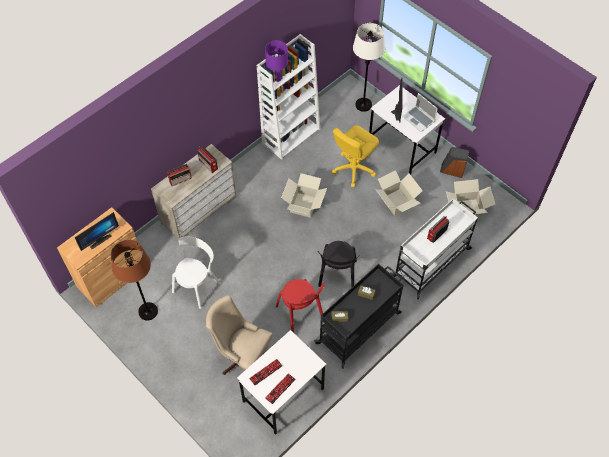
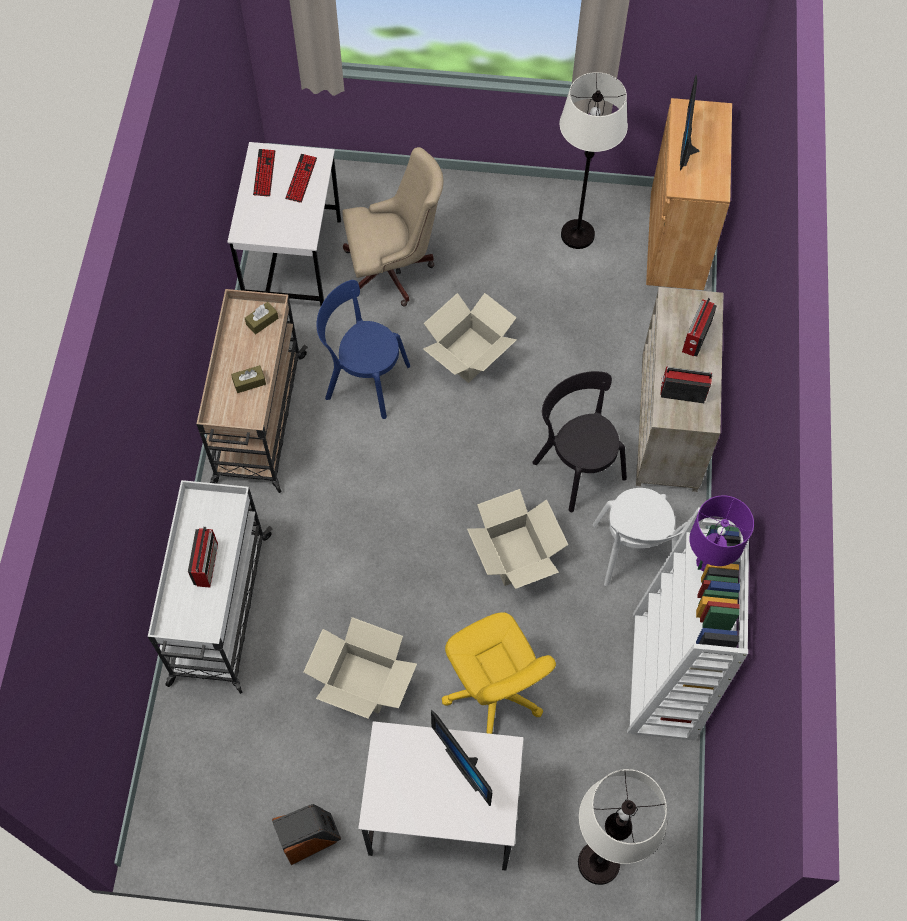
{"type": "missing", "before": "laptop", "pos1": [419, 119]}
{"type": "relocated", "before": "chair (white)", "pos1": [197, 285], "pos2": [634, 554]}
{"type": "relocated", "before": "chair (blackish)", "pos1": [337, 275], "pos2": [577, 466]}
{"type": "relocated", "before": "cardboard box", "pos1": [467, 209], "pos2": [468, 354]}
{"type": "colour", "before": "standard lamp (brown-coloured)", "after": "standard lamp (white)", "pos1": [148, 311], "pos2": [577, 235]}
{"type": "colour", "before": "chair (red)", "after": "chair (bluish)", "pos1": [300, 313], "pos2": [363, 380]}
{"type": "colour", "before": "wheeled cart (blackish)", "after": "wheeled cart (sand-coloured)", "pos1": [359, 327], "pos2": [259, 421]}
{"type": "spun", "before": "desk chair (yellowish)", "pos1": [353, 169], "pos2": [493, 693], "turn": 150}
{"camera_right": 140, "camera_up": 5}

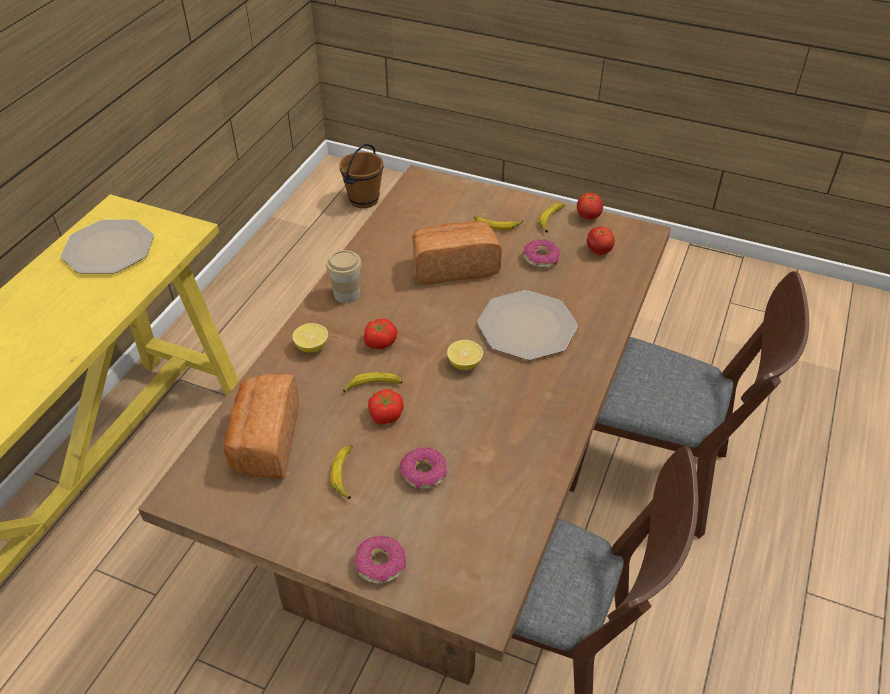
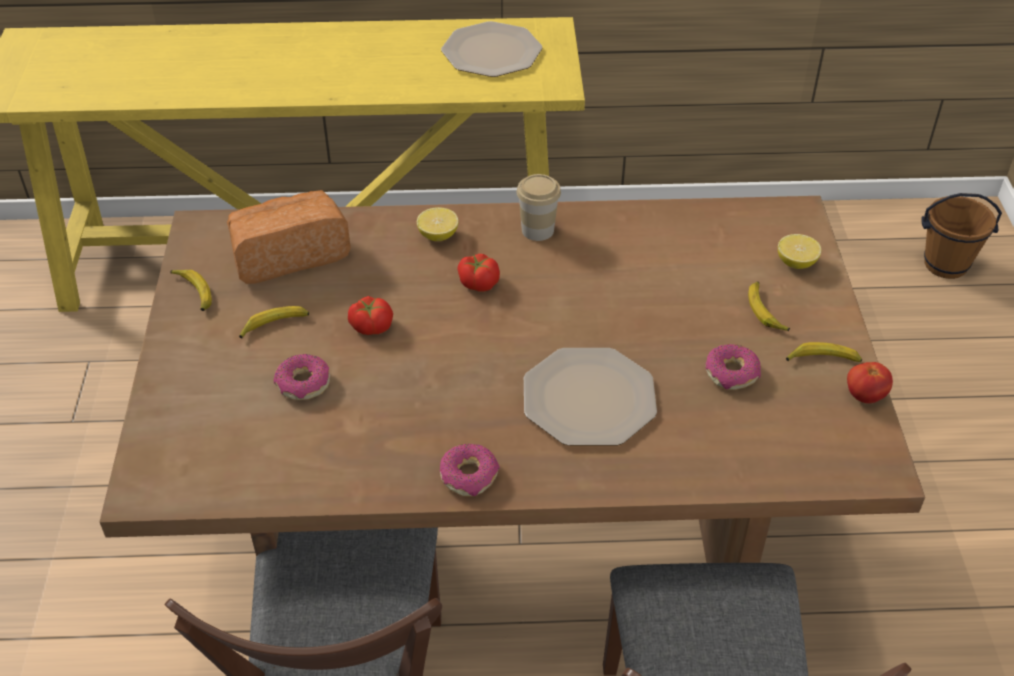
{"type": "missing", "before": "baked bread", "pos1": [453, 267]}
{"type": "missing", "before": "fresh tomato", "pos1": [599, 251]}
{"type": "relocated", "before": "whole banana", "pos1": [373, 386], "pos2": [194, 293]}
{"type": "relocated", "before": "ring doughnut", "pos1": [380, 564], "pos2": [469, 476]}
{"type": "relocated", "before": "citrus fruit", "pos1": [464, 364], "pos2": [796, 263]}
{"camera_right": 65, "camera_up": 0}

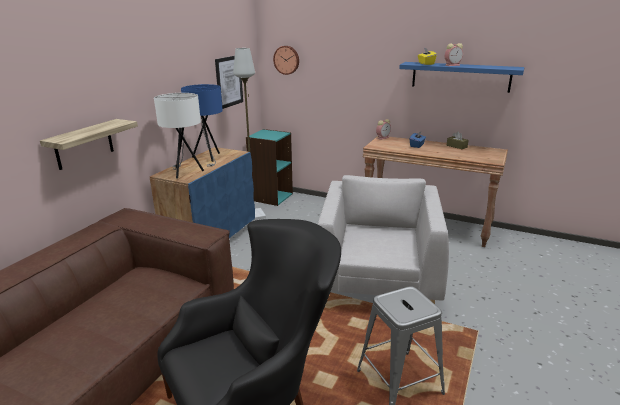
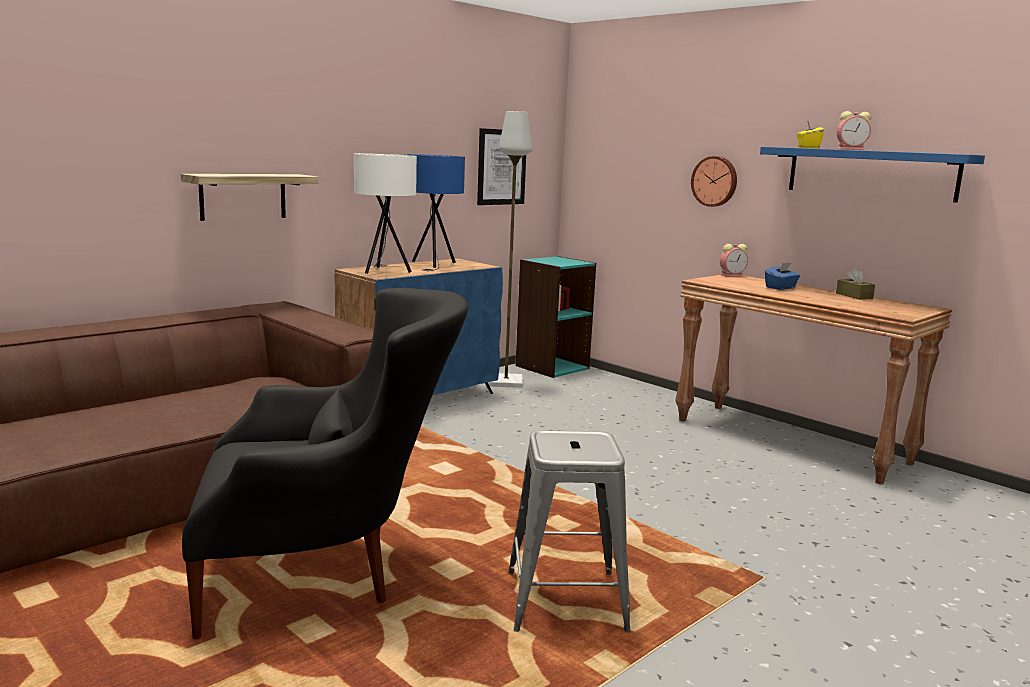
{"type": "missing", "before": "armchair (greyish)", "pos1": [377, 282]}
{"type": "relocated", "before": "clock on the wall", "pos1": [287, 60], "pos2": [715, 181]}
{"camera_right": 20, "camera_up": -10}

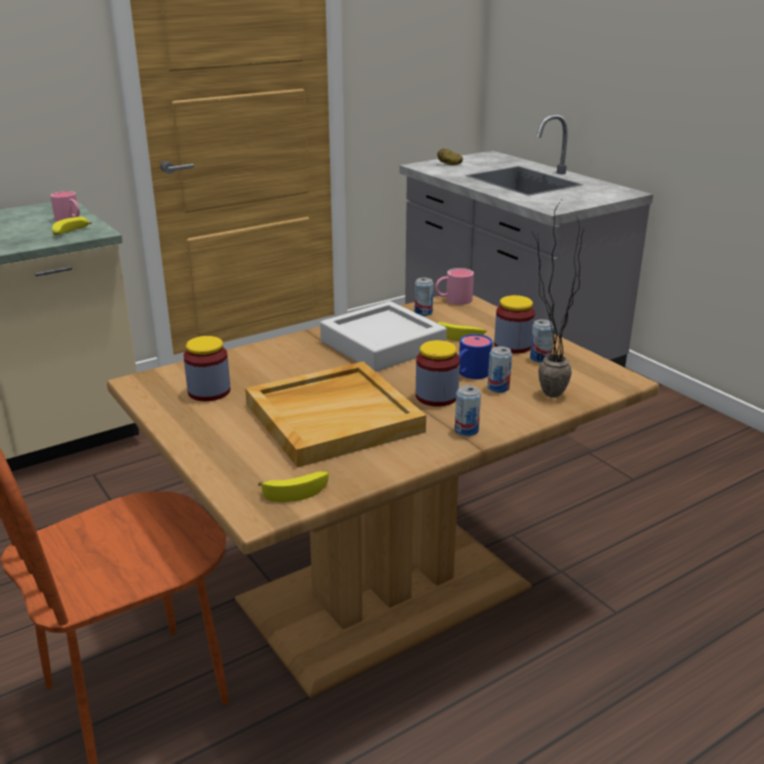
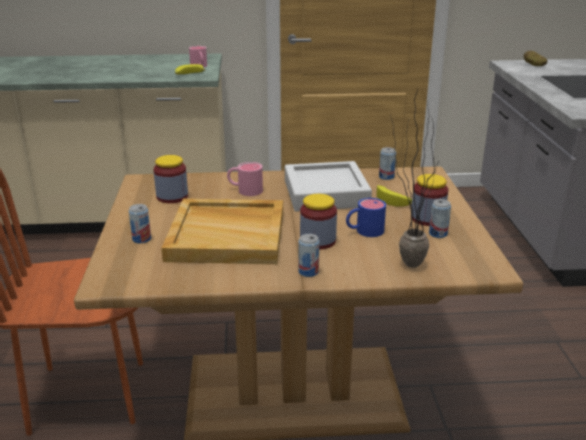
{"type": "missing", "before": "whole banana", "pos1": [297, 490]}
{"type": "relocated", "before": "coffee mug (pinkish)", "pos1": [453, 300], "pos2": [245, 190]}
{"type": "relocated", "before": "metal can", "pos1": [498, 388], "pos2": [141, 239]}
{"camera_right": 30, "camera_up": 0}

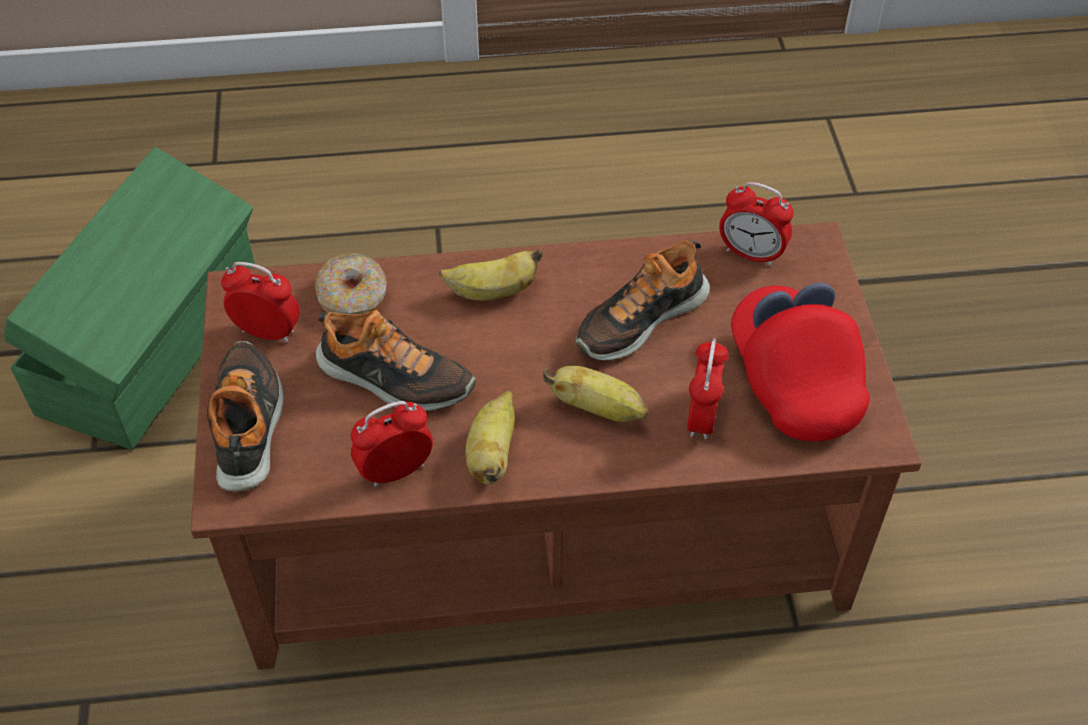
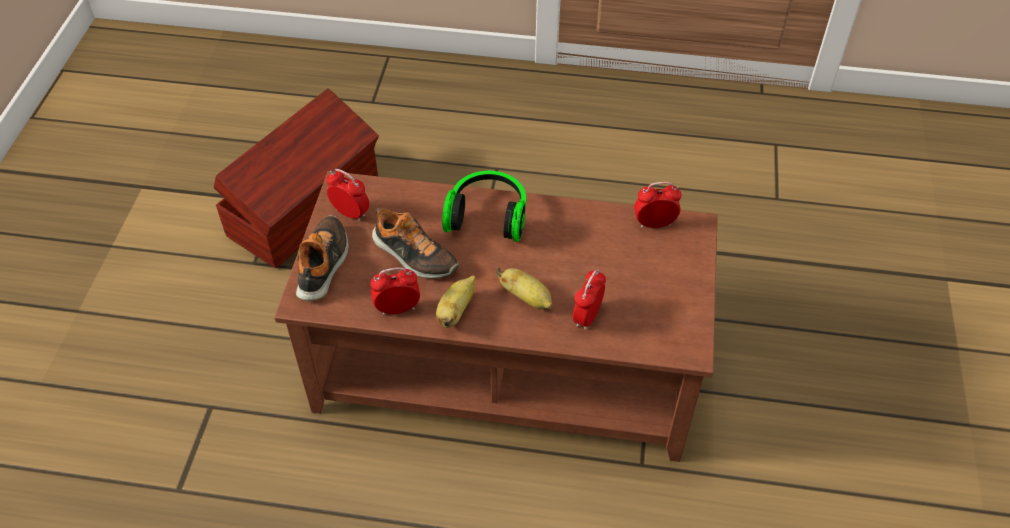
{"type": "missing", "before": "ring doughnut", "pos1": [353, 296]}
{"type": "missing", "before": "shoe", "pos1": [640, 319]}
{"type": "missing", "before": "peaked cap (red)", "pos1": [793, 381]}
{"type": "exchanged", "before": "whole banana", "after": "headset", "pos1": [492, 292], "pos2": [488, 215]}
{"type": "colour", "before": "storage bin (greenish)", "after": "storage bin (brown-coloured)", "pos1": [156, 343], "pos2": [307, 207]}
{"type": "spun", "before": "alarm clock", "pos1": [751, 254], "pos2": [654, 223], "turn": 135}
{"camera_right": 15, "camera_up": 0}

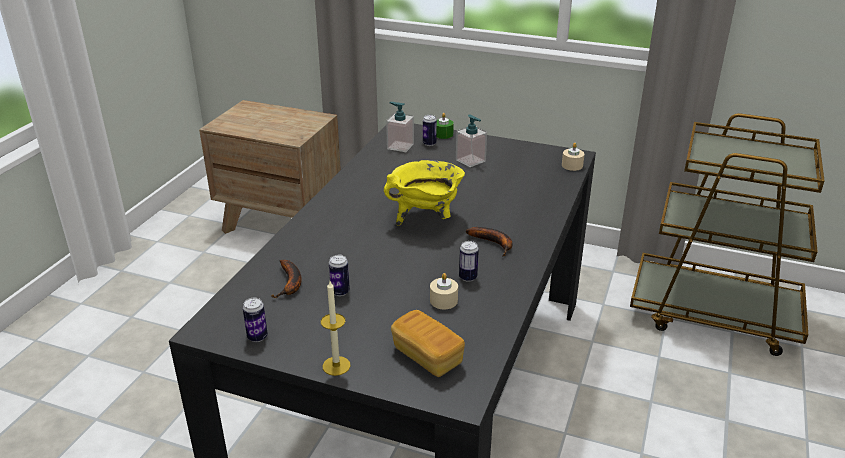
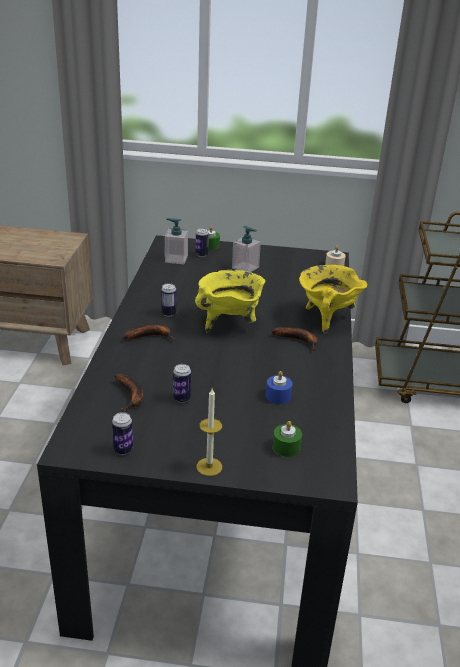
{"type": "appeared", "after": "whole banana", "pos2": [151, 336]}
{"type": "appeared", "after": "cooking pot (yellowish)", "pos2": [326, 318]}
{"type": "relocated", "before": "metal can", "pos1": [468, 277], "pos2": [168, 313]}
{"type": "exchanged", "before": "baked bread", "after": "wax light (greenish)", "pos1": [427, 356], "pos2": [286, 447]}
{"type": "colour", "before": "wax light (sand-coloured)", "after": "wax light (bluish)", "pos1": [443, 300], "pos2": [278, 396]}
{"camera_right": -15, "camera_up": 0}

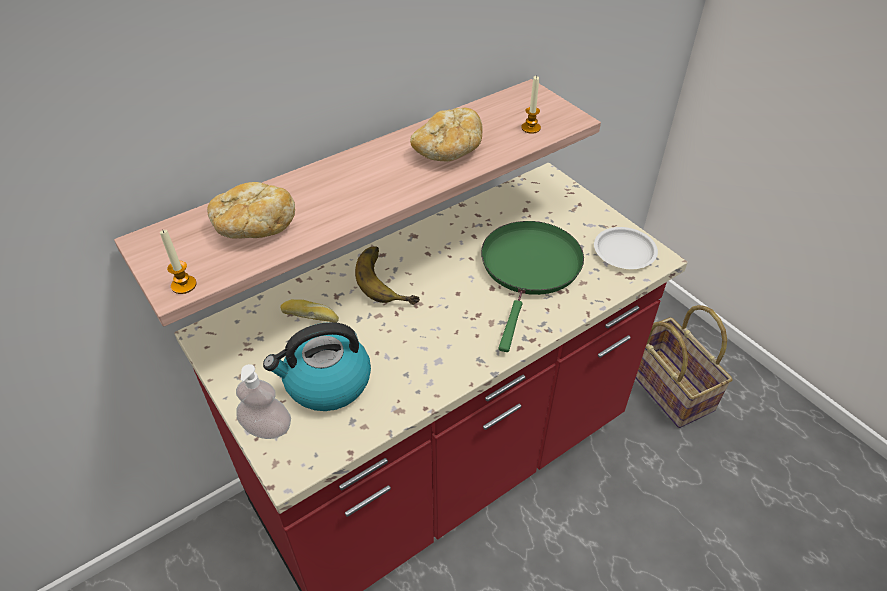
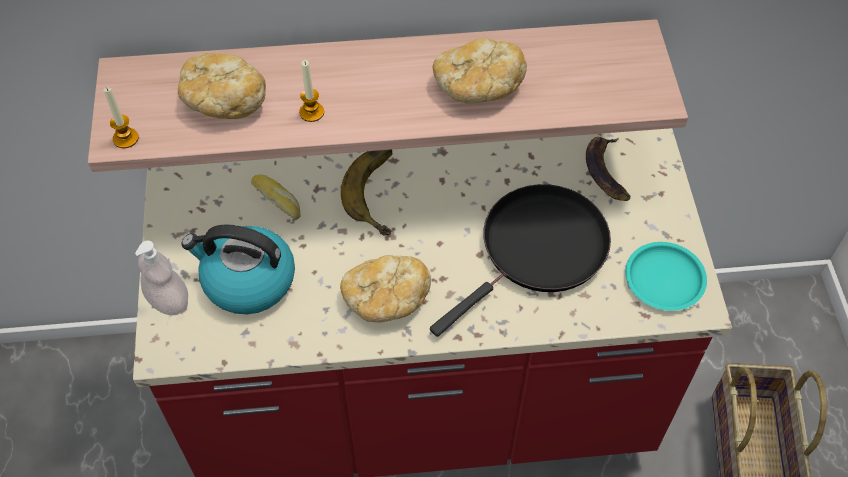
{"type": "appeared", "after": "baked bread", "pos2": [386, 299]}
{"type": "appeared", "after": "whole banana", "pos2": [605, 171]}
{"type": "relocated", "before": "wax light", "pos1": [530, 128], "pos2": [311, 112]}
{"type": "colour", "before": "frying pan (greenish)", "after": "frying pan (blackish)", "pos1": [530, 269], "pos2": [538, 250]}
{"type": "colour", "before": "plate (white)", "after": "plate (turquoise)", "pos1": [624, 252], "pos2": [663, 279]}
{"camera_right": 30, "camera_up": 10}

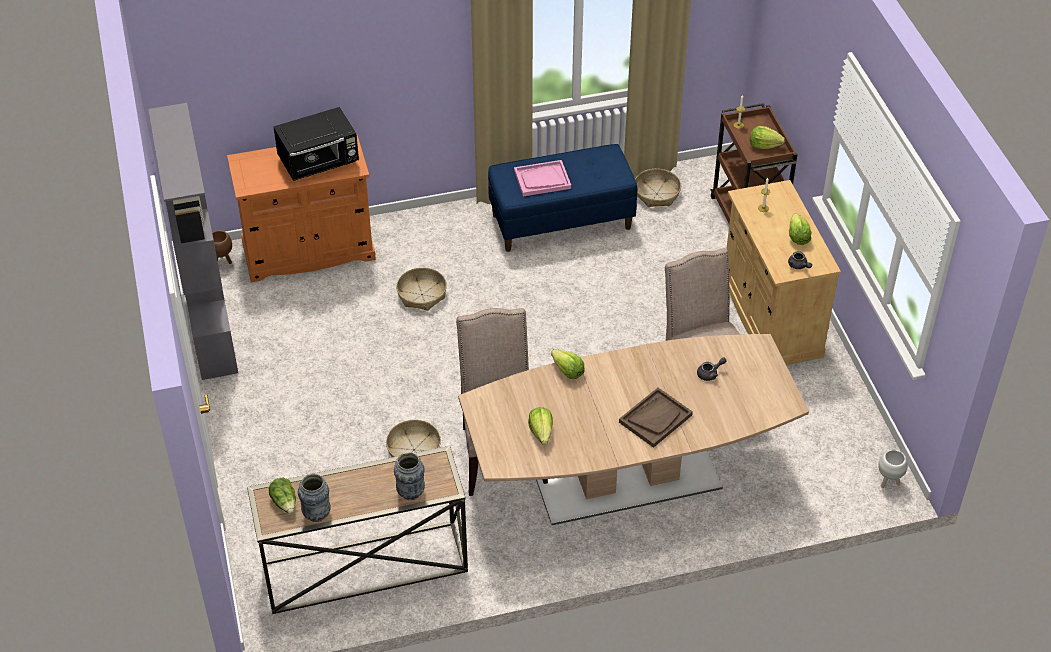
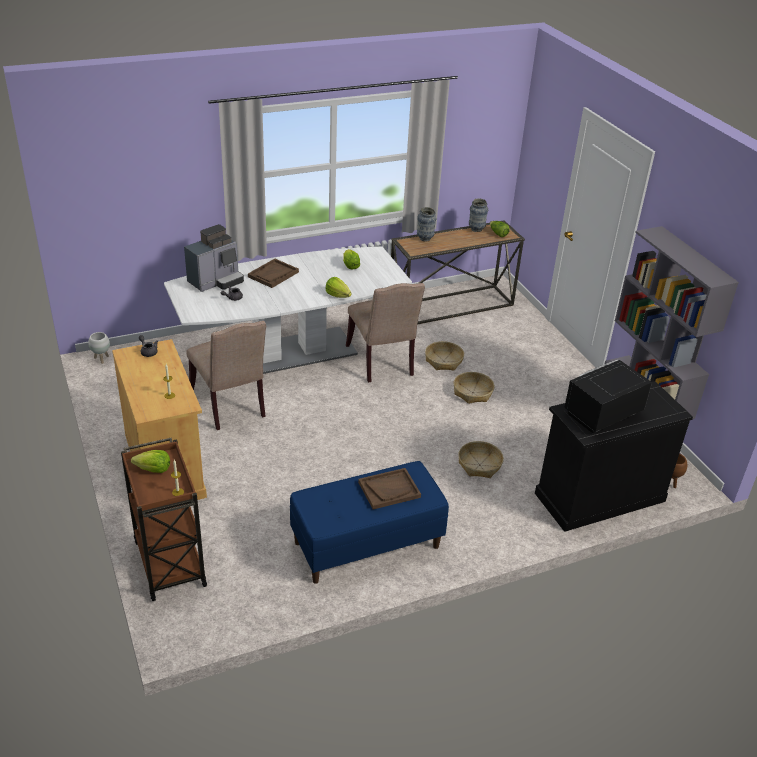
{"type": "missing", "before": "lettuce head", "pos1": [797, 237]}
{"type": "appeared", "after": "coffee maker", "pos2": [216, 281]}
{"type": "relocated", "before": "storage basket", "pos1": [656, 194], "pos2": [473, 393]}
{"type": "colour", "before": "cupboard (orangey)", "after": "cupboard (blackish)", "pos1": [308, 251], "pos2": [599, 497]}
{"type": "colour", "before": "dining table (brown-coloured)", "after": "dining table (white)", "pos1": [628, 479], "pos2": [290, 352]}
{"type": "colour", "before": "carrying tray (pinkish)", "after": "carrying tray (brown-coloured)", "pos1": [542, 180], "pos2": [389, 489]}
{"camera_right": 170, "camera_up": -10}

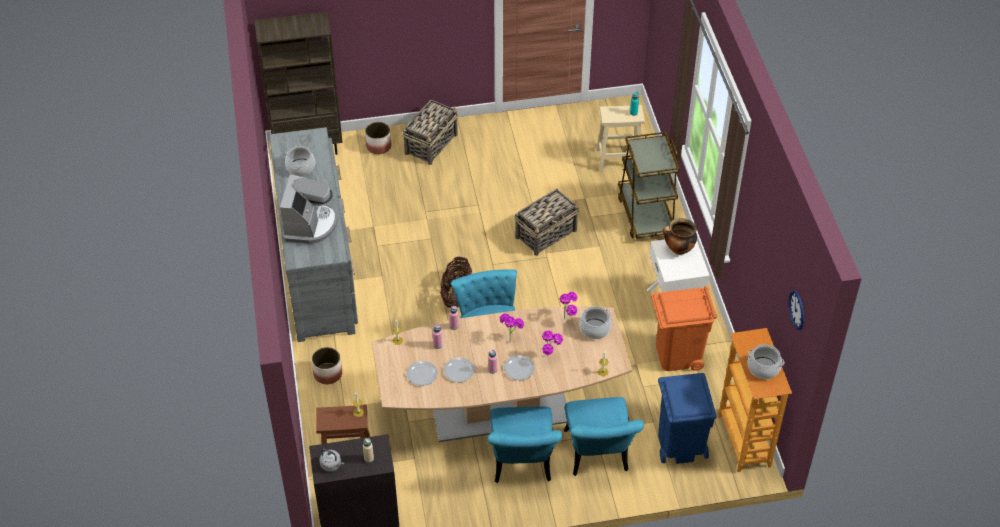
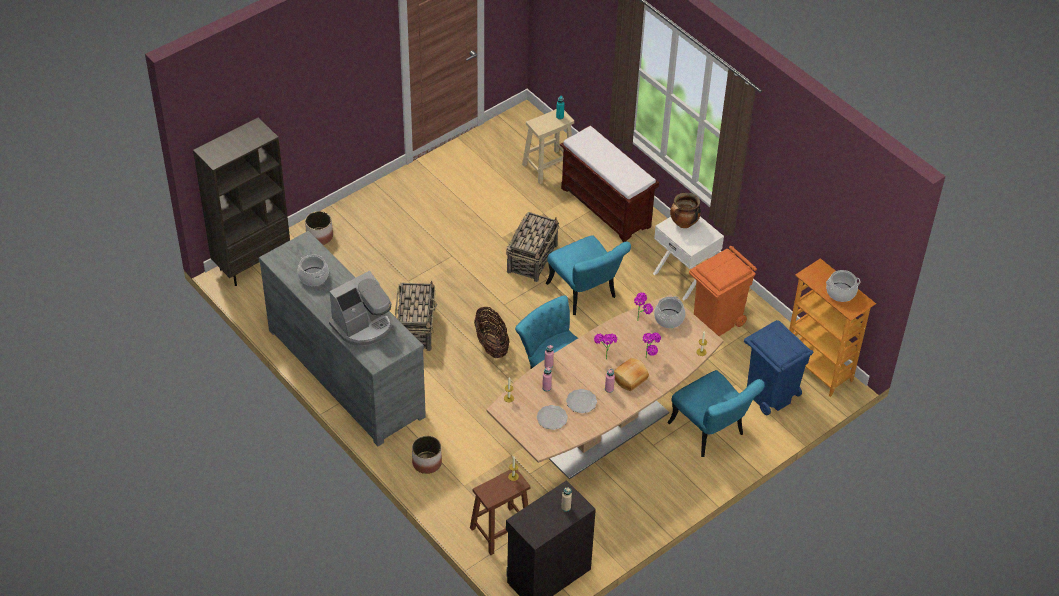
{"type": "missing", "before": "tea kettle (greyish)", "pos1": [332, 465]}
{"type": "missing", "before": "clock on the wall", "pos1": [797, 310]}
{"type": "relocated", "before": "storage basket", "pos1": [431, 143], "pos2": [416, 328]}
{"type": "relocated", "before": "chair (turquoise)", "pos1": [522, 465], "pos2": [585, 295]}
{"type": "exchanged", "before": "plate", "after": "baked bread", "pos1": [519, 369], "pos2": [630, 379]}
{"type": "exchanged", "before": "wheeled cart (brown-coloured)", "after": "indoor bench (brown-coloured)", "pos1": [646, 215], "pos2": [606, 208]}
{"type": "spun", "before": "coffee maker", "pos1": [310, 225], "pos2": [363, 325], "turn": 75}
{"camera_right": -30, "camera_up": 0}

